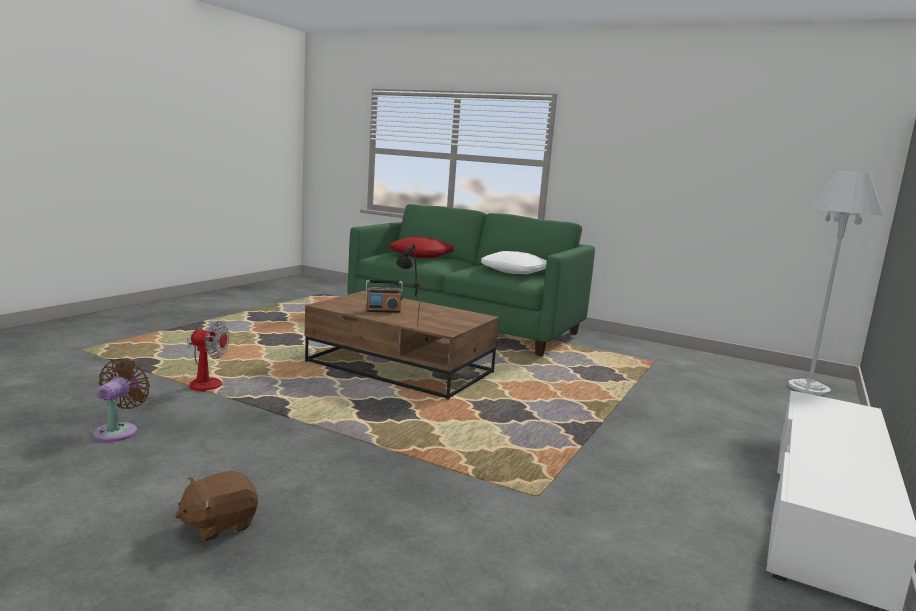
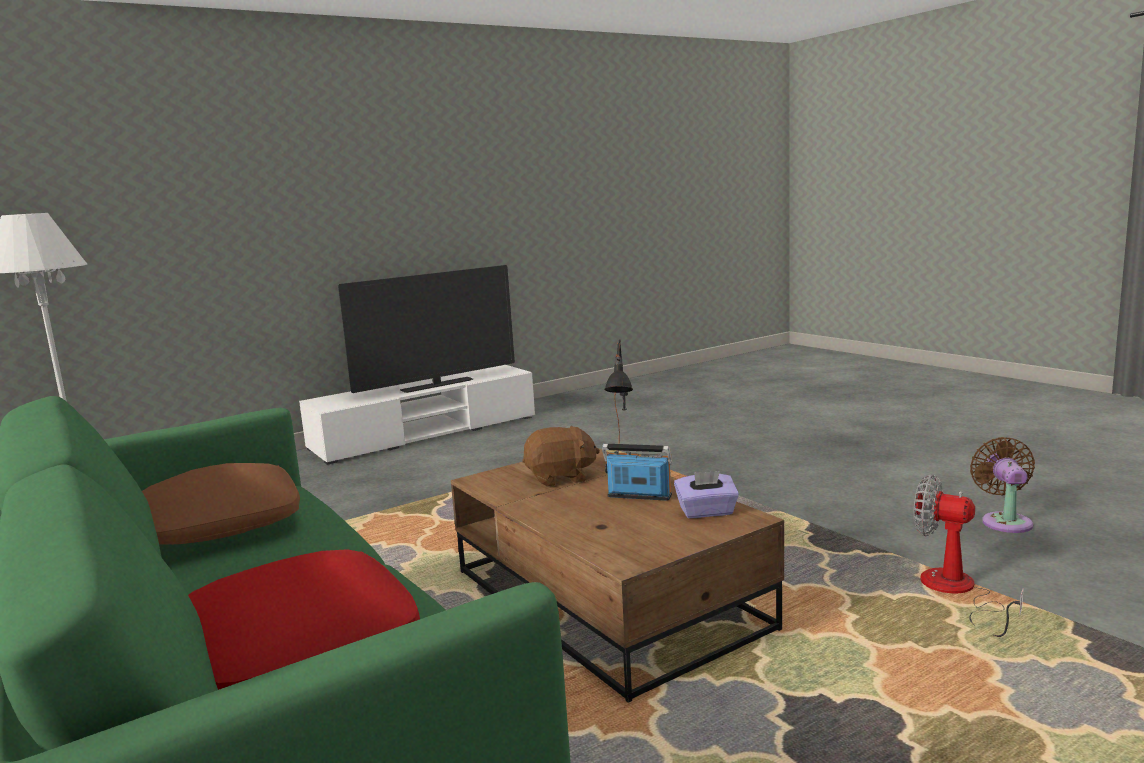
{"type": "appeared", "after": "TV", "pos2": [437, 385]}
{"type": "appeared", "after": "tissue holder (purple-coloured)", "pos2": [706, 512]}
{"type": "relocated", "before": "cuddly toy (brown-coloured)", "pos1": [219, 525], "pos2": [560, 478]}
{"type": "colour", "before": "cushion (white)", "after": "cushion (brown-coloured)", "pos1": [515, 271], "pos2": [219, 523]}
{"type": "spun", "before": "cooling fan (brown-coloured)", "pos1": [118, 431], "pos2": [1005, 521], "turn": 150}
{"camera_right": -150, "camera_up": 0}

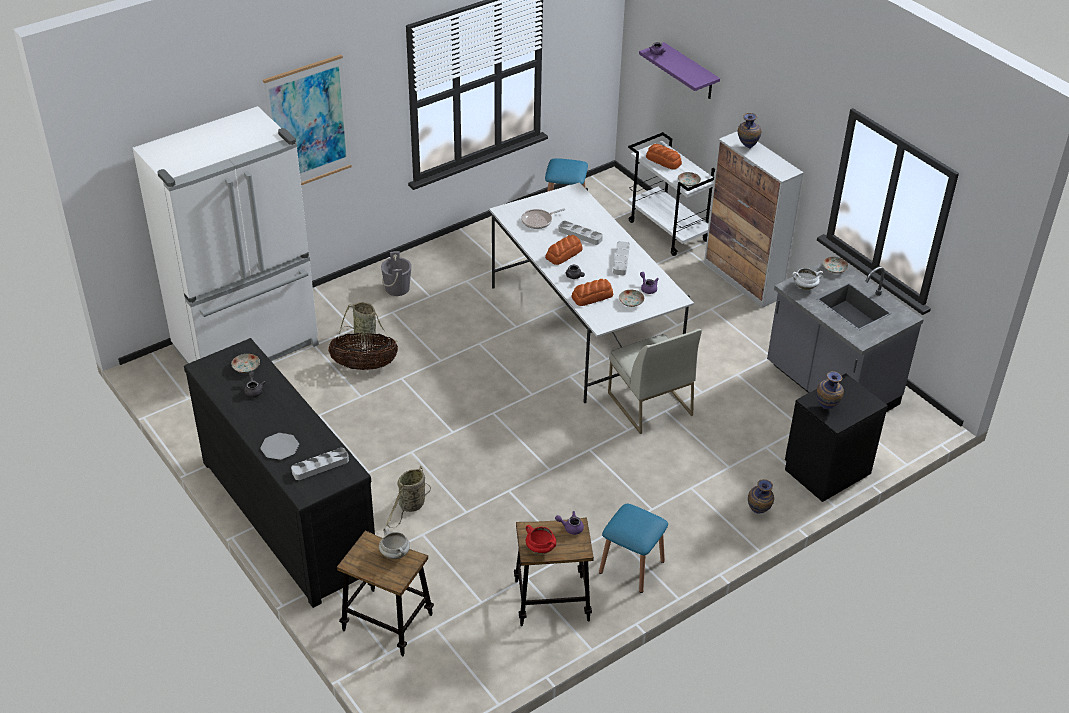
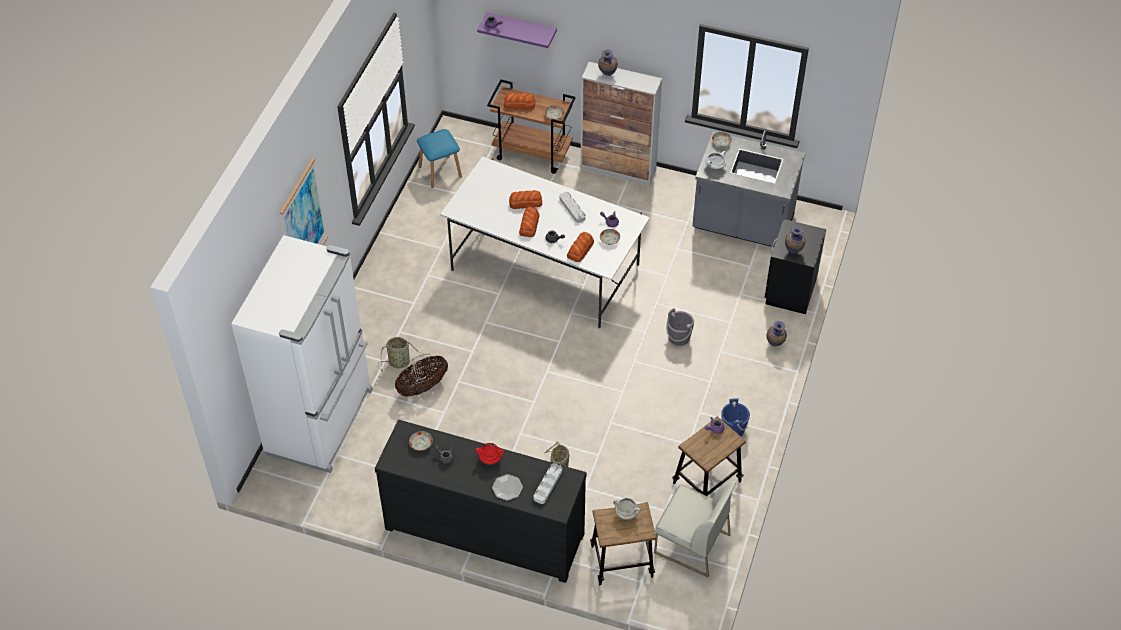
{"type": "missing", "before": "frying pan", "pos1": [538, 221]}
{"type": "relocated", "before": "water bucket (greyish)", "pos1": [397, 288], "pos2": [679, 337]}
{"type": "relocated", "before": "cooking pot (red)", "pos1": [541, 548], "pos2": [490, 459]}
{"type": "relocated", "before": "chair (white)", "pos1": [649, 404], "pos2": [691, 544]}
{"type": "exchanged", "before": "carrying tray (greyish)", "after": "baked bread", "pos1": [580, 235], "pos2": [525, 202]}
{"type": "exchanged", "before": "stool (bluish)", "after": "water bucket (bluish)", "pos1": [631, 566], "pos2": [733, 429]}
{"type": "colour", "before": "wheeled cart (white)", "after": "wheeled cart (brown-coloured)", "pos1": [669, 231], "pos2": [533, 153]}
{"camera_right": -35, "camera_up": 10}

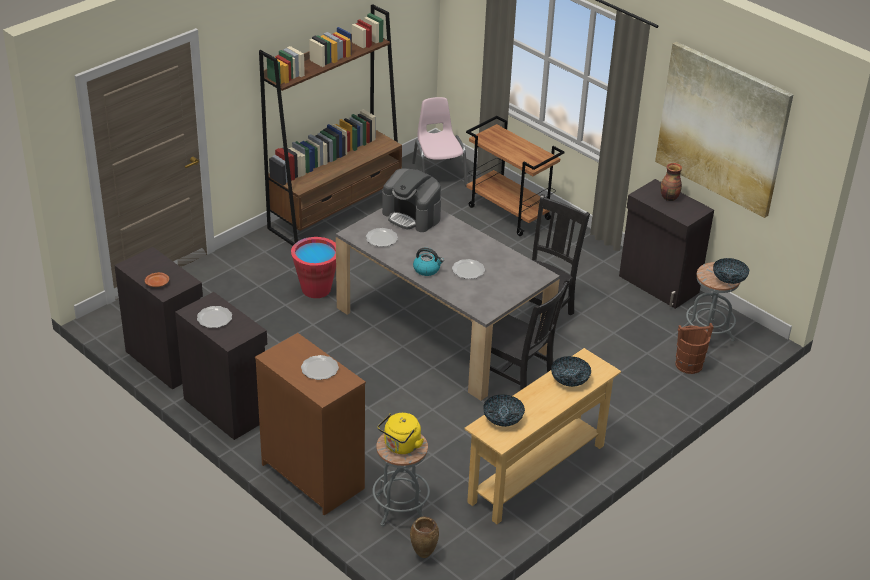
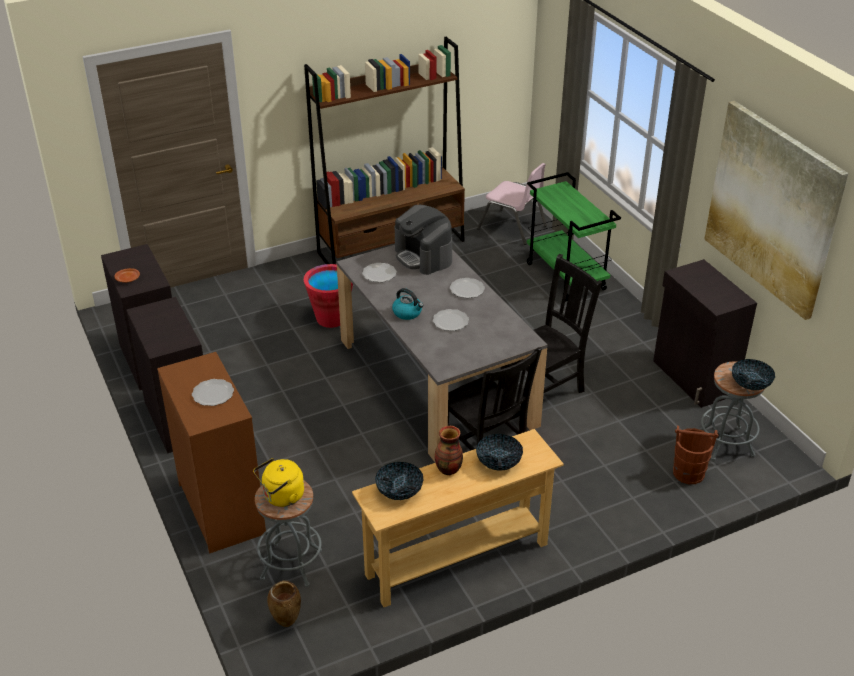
{"type": "relocated", "before": "plate", "pos1": [215, 318], "pos2": [467, 289]}
{"type": "relocated", "before": "vase", "pos1": [669, 198], "pos2": [448, 469]}
{"type": "colour", "before": "wheeled cart (brown-coloured)", "after": "wheeled cart (greenish)", "pos1": [510, 213], "pos2": [566, 277]}
{"type": "spun", "before": "chair (pinkish)", "pos1": [438, 174], "pos2": [512, 227], "turn": 120}
{"camera_right": 20, "camera_up": 0}

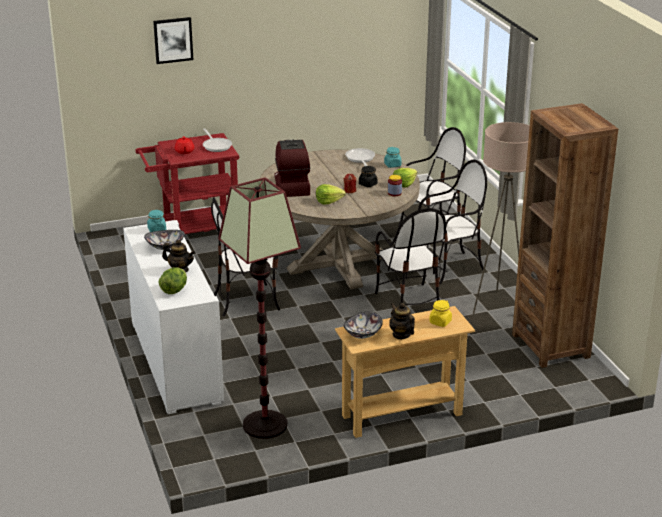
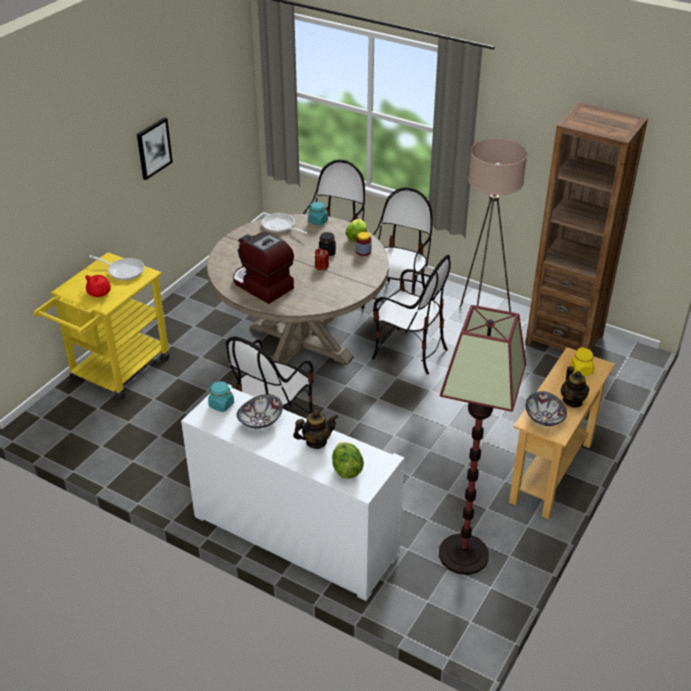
{"type": "missing", "before": "lettuce head", "pos1": [328, 201]}
{"type": "relocated", "before": "wall art", "pos1": [173, 40], "pos2": [153, 148]}
{"type": "colour", "before": "wheeled cart (red)", "after": "wheeled cart (yellowish)", "pos1": [193, 230], "pos2": [115, 373]}
{"type": "spun", "before": "teapot", "pos1": [401, 334], "pos2": [572, 401], "turn": -120}
{"camera_right": -40, "camera_up": 10}

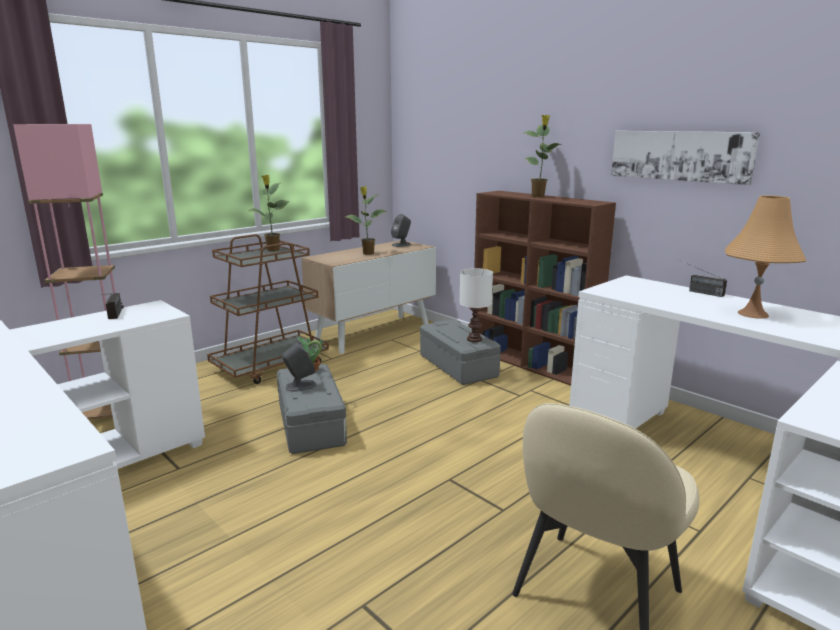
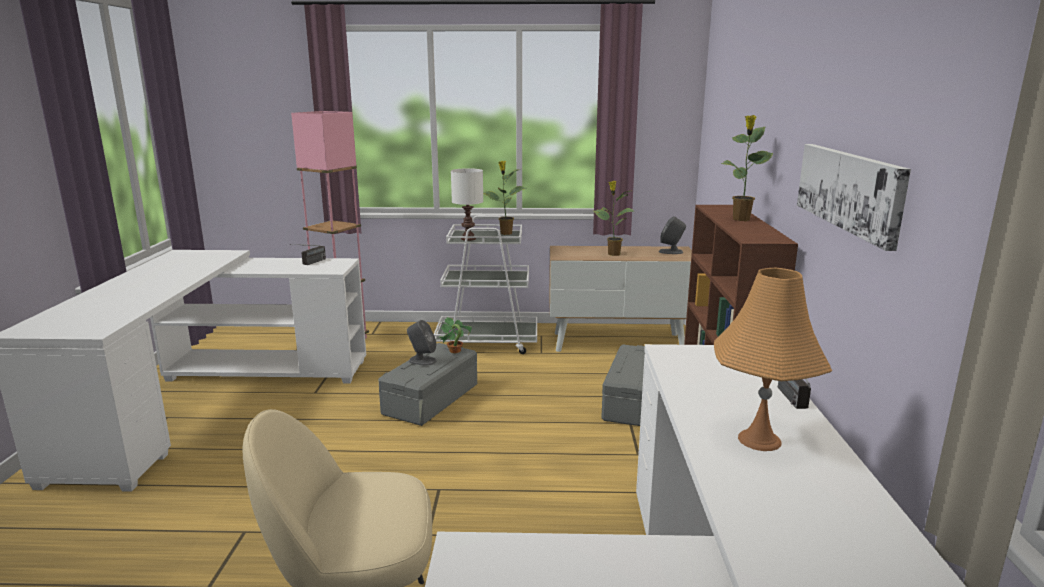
{"type": "relocated", "before": "table lamp (white)", "pos1": [475, 339], "pos2": [469, 239]}
{"type": "colour", "before": "wheeled cart (brown-coloured)", "after": "wheeled cart (white)", "pos1": [271, 365], "pos2": [488, 342]}
{"camera_right": 45, "camera_up": 0}

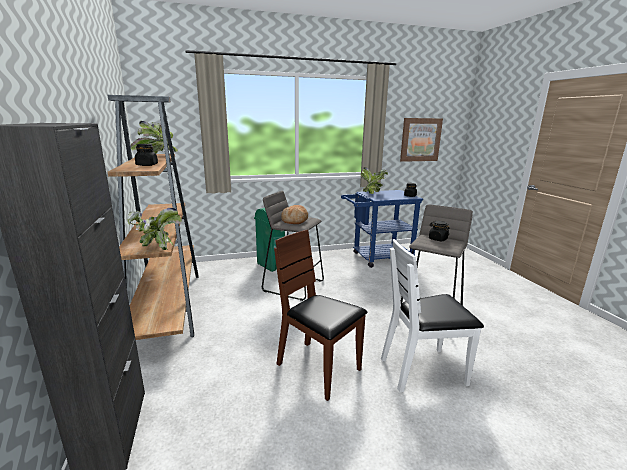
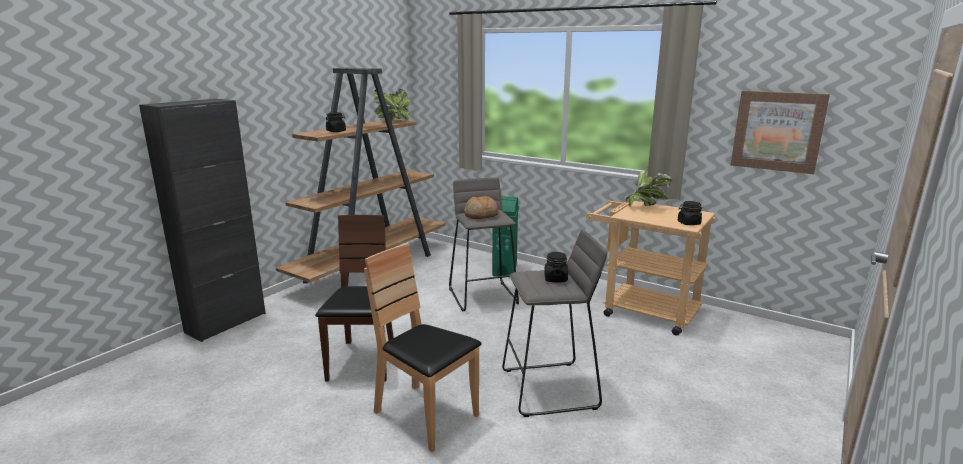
{"type": "missing", "before": "plant in a pot", "pos1": [157, 249]}
{"type": "colour", "before": "wheeled cart (bluish)", "after": "wheeled cart (sand-coloured)", "pos1": [377, 258], "pos2": [642, 310]}
{"type": "colour", "before": "chair (white)", "after": "chair (brown-coloured)", "pos1": [423, 370], "pos2": [425, 416]}
{"camera_right": 50, "camera_up": 0}

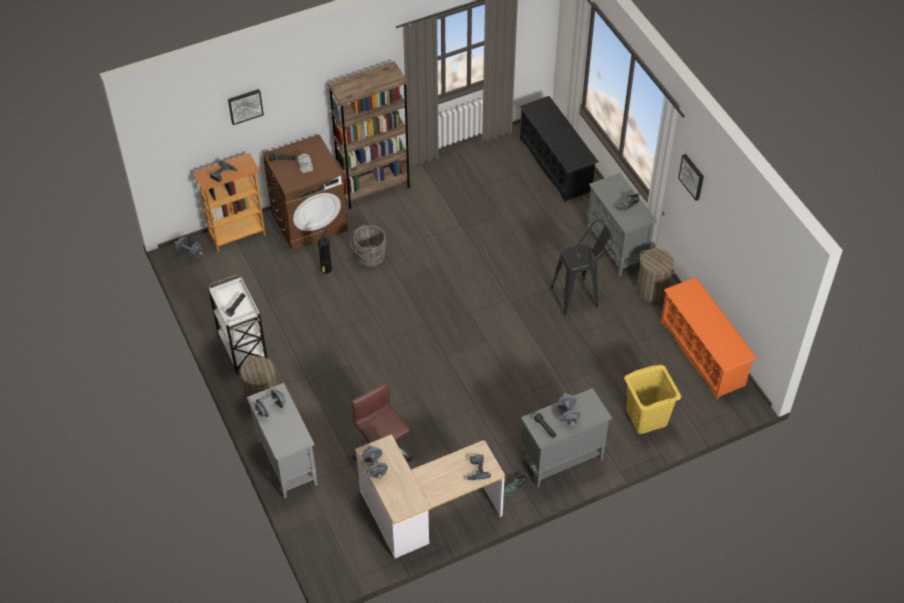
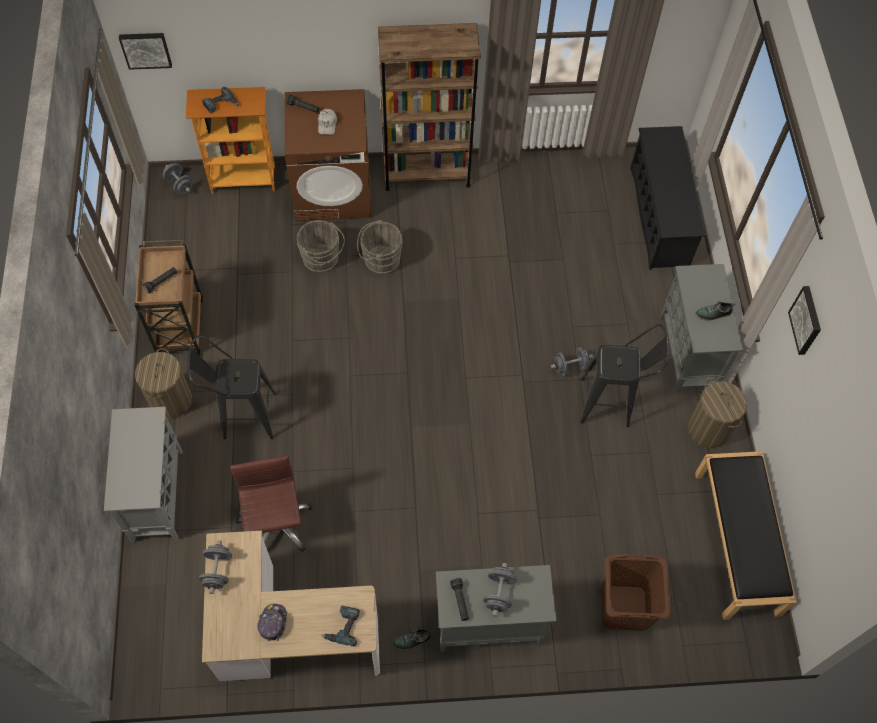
{"type": "appeared", "after": "stool (blackish)", "pos2": [242, 415]}
{"type": "appeared", "after": "peaked cap", "pos2": [272, 623]}
{"type": "relocated", "before": "wall art", "pos1": [245, 105], "pos2": [146, 49]}
{"type": "relocated", "before": "free weight (greyish)", "pos1": [271, 409], "pos2": [570, 367]}
{"type": "exchanged", "before": "fire-fighting cylinder", "after": "water bucket (greyish)", "pos1": [326, 270], "pos2": [322, 260]}
{"type": "exchanged", "before": "shoe rack (orangey)", "after": "indoor bench (blackish)", "pos1": [702, 353], "pos2": [737, 543]}
{"type": "colour", "before": "wheeled cart (white)", "after": "wheeled cart (brown-coloured)", "pos1": [242, 348], "pos2": [180, 326]}
{"type": "colour", "before": "laundry basket (yellowish)", "after": "laundry basket (brown-coloured)", "pos1": [646, 418], "pos2": [623, 608]}
{"camera_right": 20, "camera_up": 10}

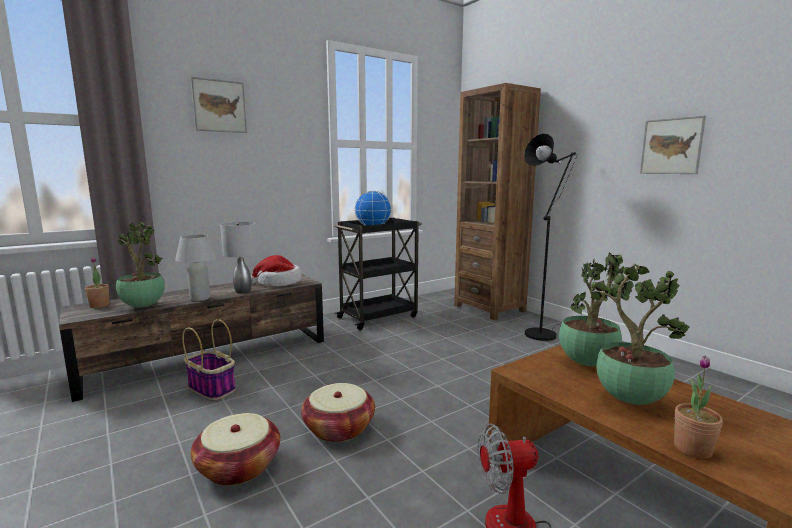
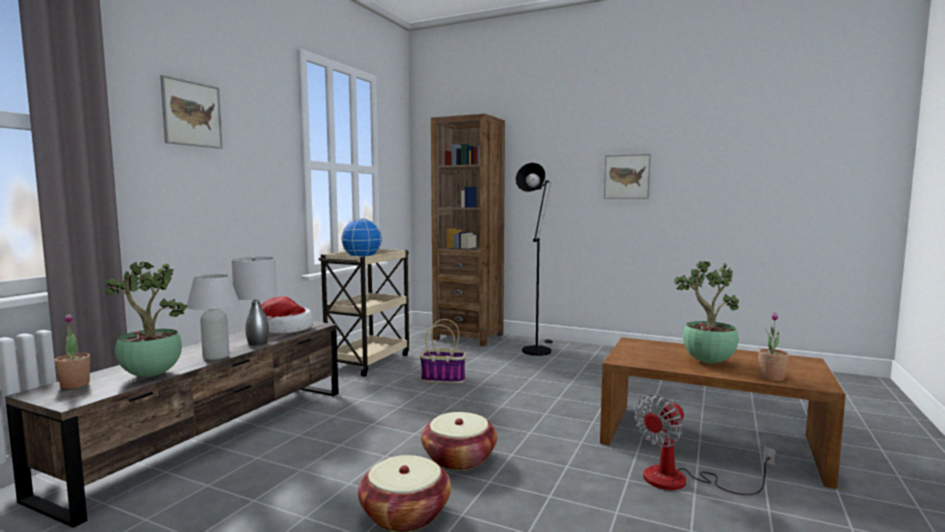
{"type": "missing", "before": "plant in a pot", "pos1": [588, 363]}
{"type": "relocated", "before": "storage basket", "pos1": [212, 388], "pos2": [444, 378]}
{"type": "colour", "before": "wheeled cart (blackish)", "after": "wheeled cart (sand-coloured)", "pos1": [379, 317], "pos2": [368, 361]}
{"camera_right": -30, "camera_up": -5}

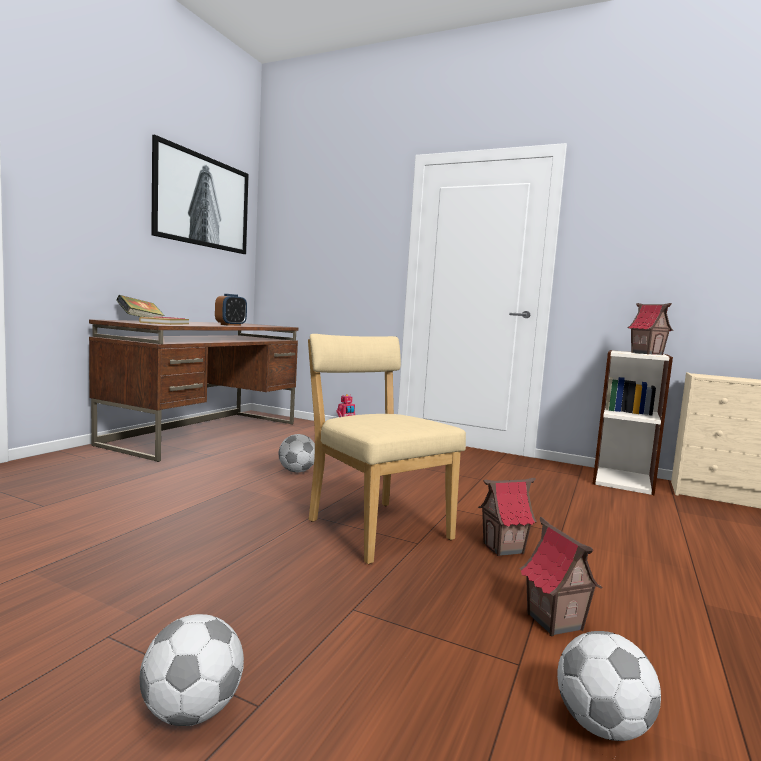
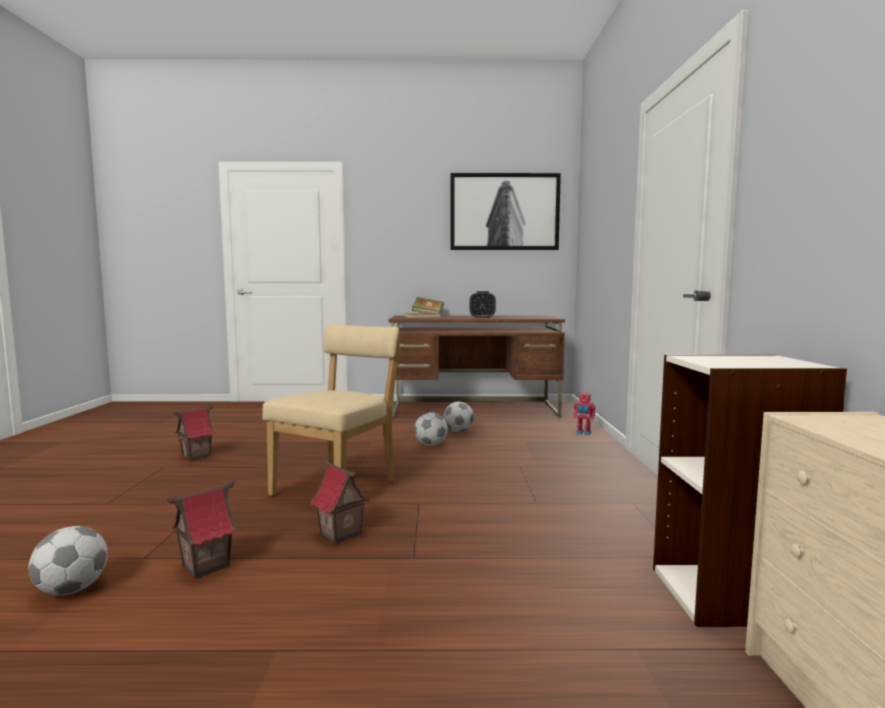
{"type": "relocated", "before": "football ball", "pos1": [191, 712], "pos2": [458, 431]}
{"type": "relocated", "before": "miniature house", "pos1": [647, 353], "pos2": [196, 456]}
{"camera_right": 65, "camera_up": 0}

